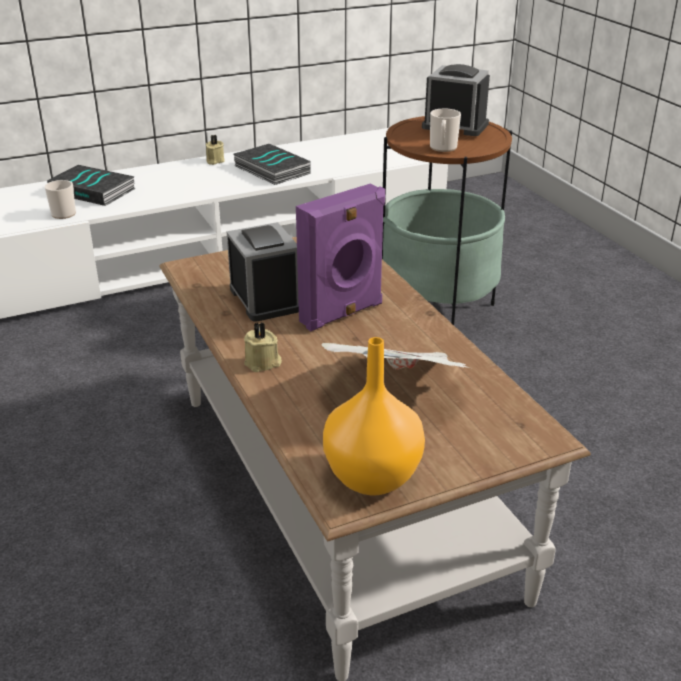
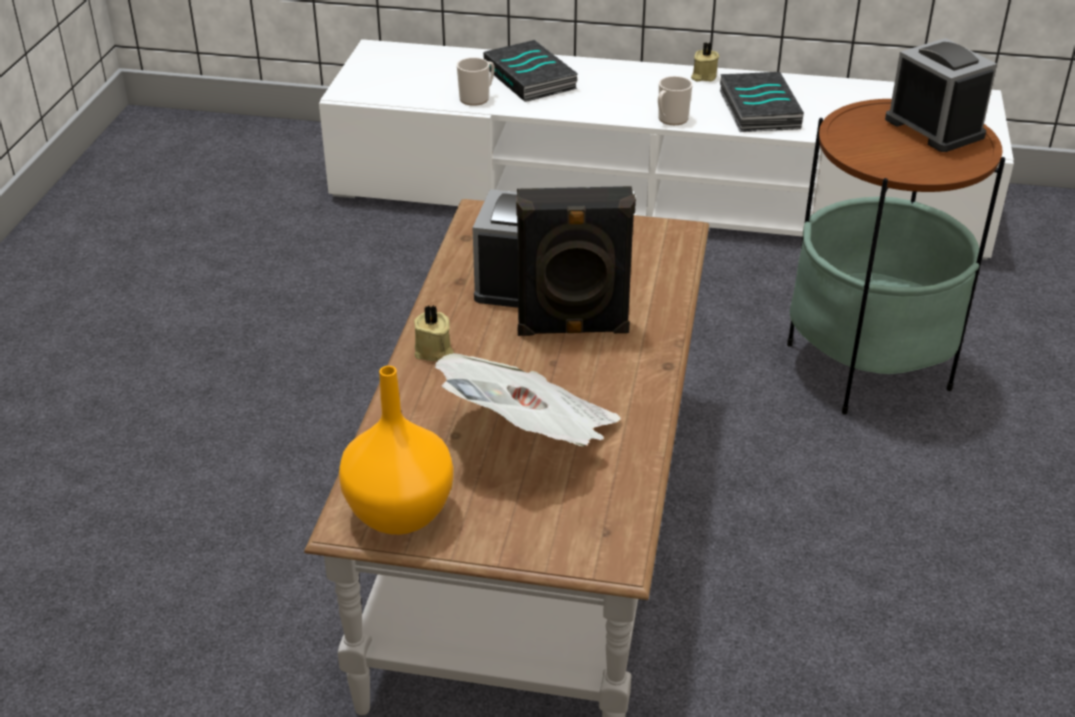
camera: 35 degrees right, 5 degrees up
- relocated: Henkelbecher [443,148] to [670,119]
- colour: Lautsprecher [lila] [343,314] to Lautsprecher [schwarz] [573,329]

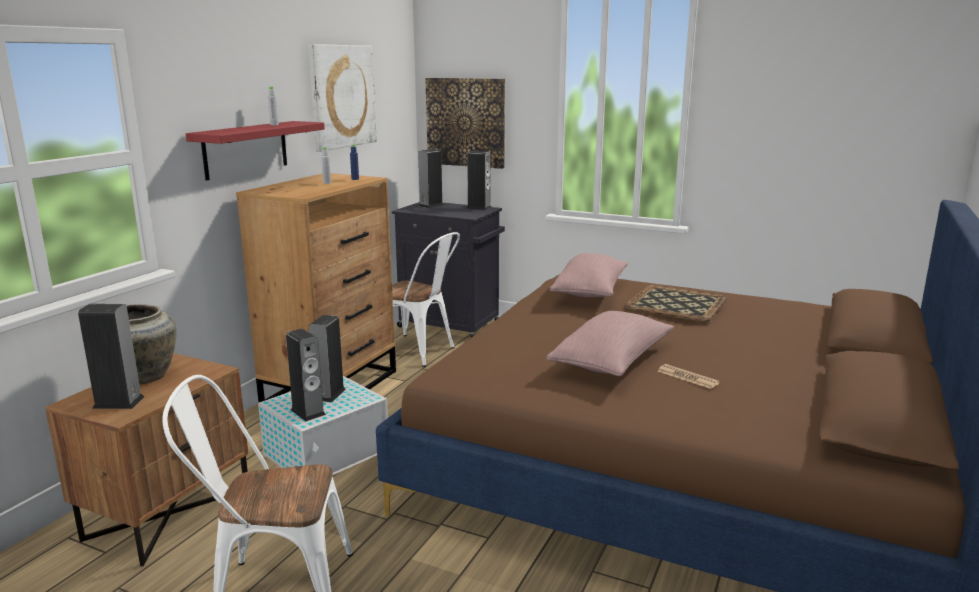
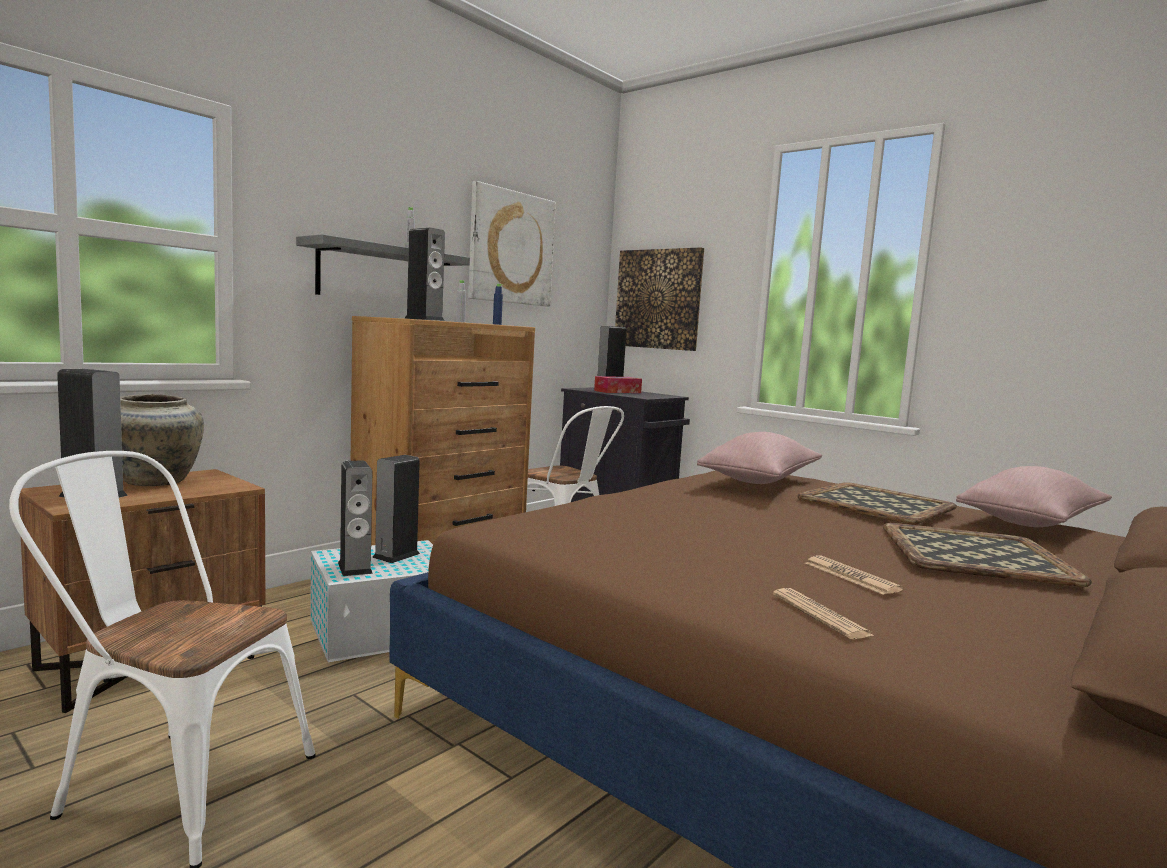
camera: 15 degrees right, 10 degrees down
- appeared: Taschentuchbox [617,391]
- appeared: Zeitung [820,615]
- appeared: Tablett [972,554]
- relocated: Lautsprecher [479,207] to [424,319]
- relocated: Kissen [rosa] [612,362] to [1032,523]
- colour: Wandregal [rot] [246,149] to Wandregal [grau] [375,274]

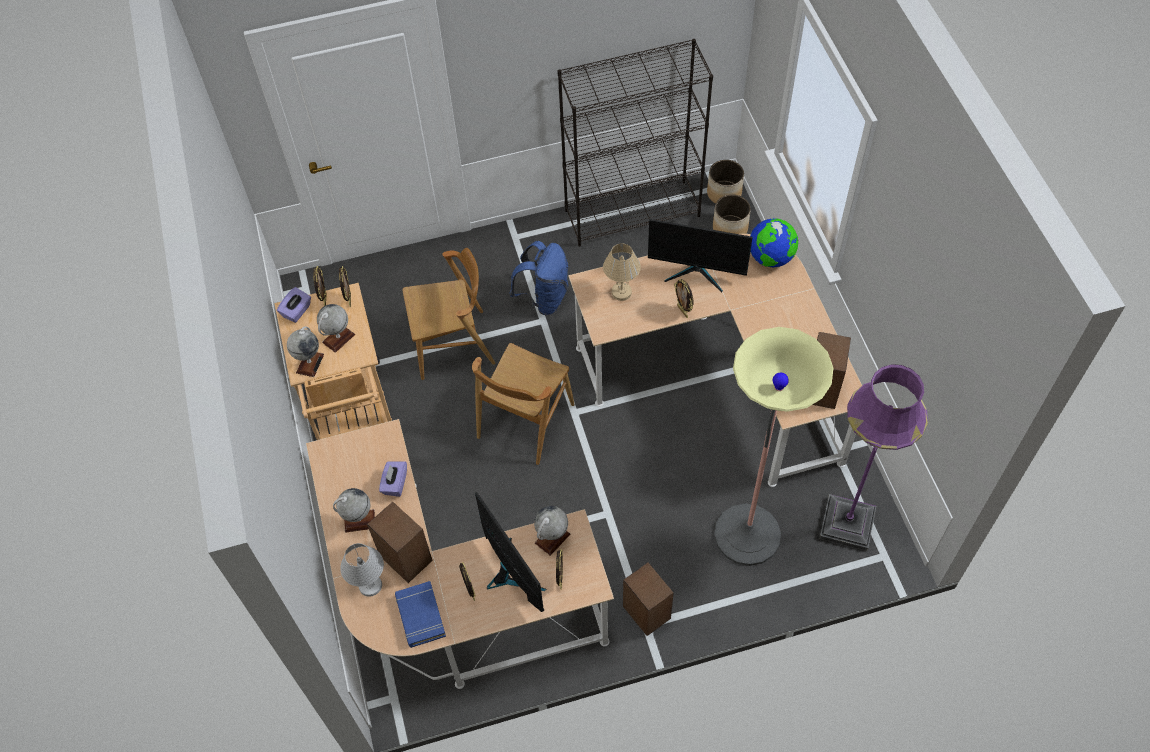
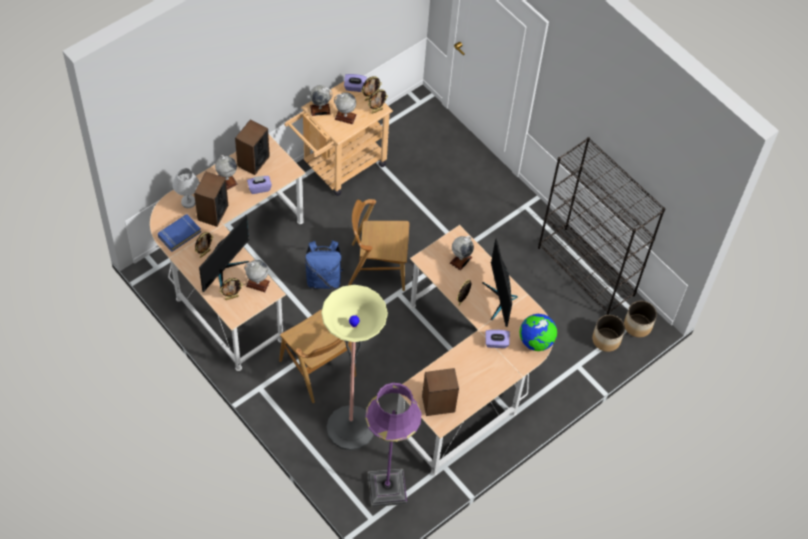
camera: 60 degrees right, 0 degrees up
- appeared: Taschentuchbox [lila] [496,343]
- relocated: Stuhl [braun] [453,345] to [317,368]
- relocated: Rucksack [blau] [544,298] to [323,278]
- relocated: Lautsprecher [646,612] to [253,161]
- exchanged: Tischlampe [beige] [621,292] to Globus [460,260]

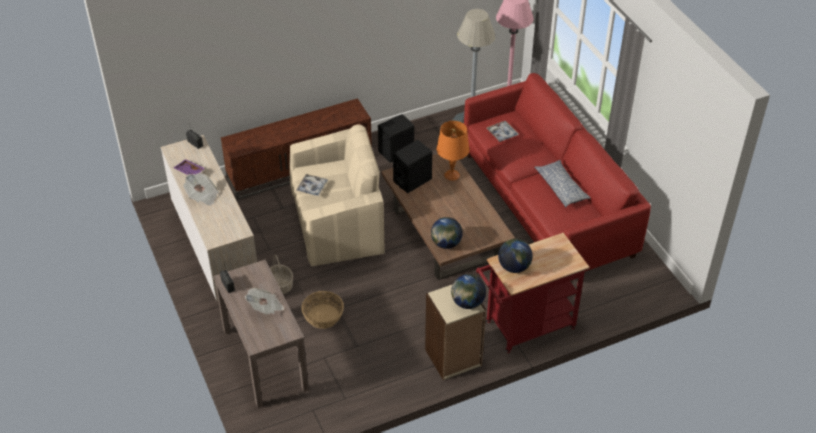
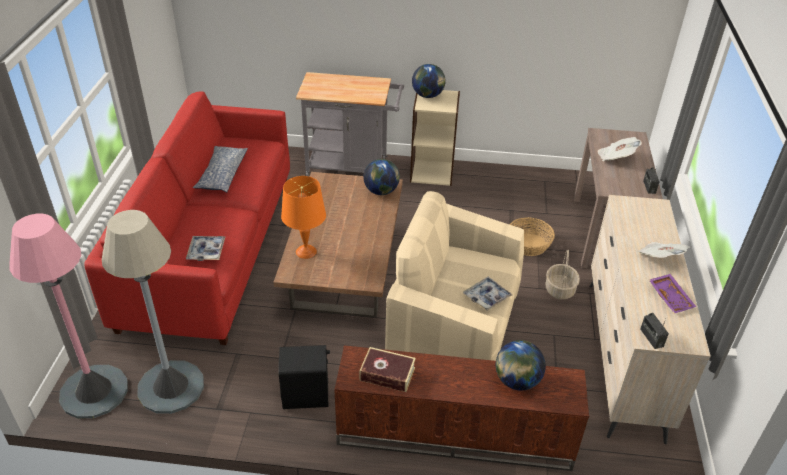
camera: 150 degrees left, 5 degrees down
- missing: Lautsprecher [schwarz] [412,180]
- appeared: Buch [387,374]
- relocated: Globus [514,267] to [517,381]
- colour: Rollwagen [rot] [525,327] to Rollwagen [grau] [352,167]

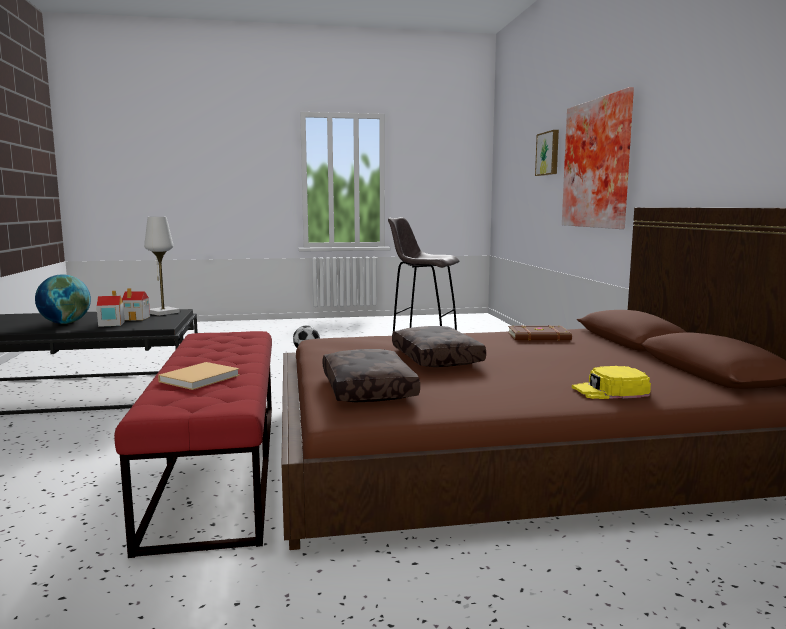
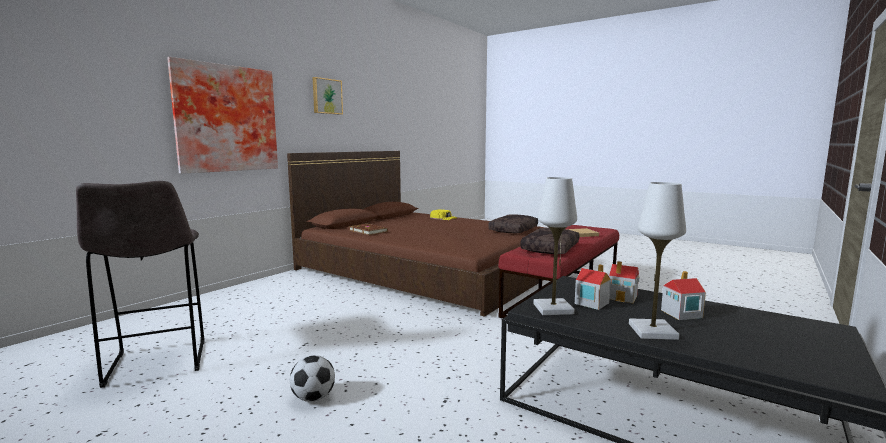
camera: 135 degrees left, 0 degrees up
- appeared: Tischlampe [weiß] [652,331]
- relocated: Kissen [braun] [438,358] to [549,248]
- relocated: Bild [548,153] to [326,96]
- exchanged: Globus [65,323] to Spielzeughaus [681,314]

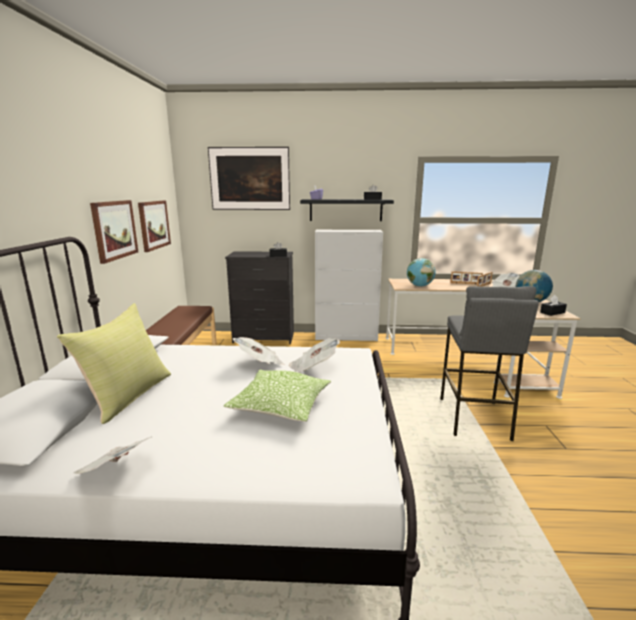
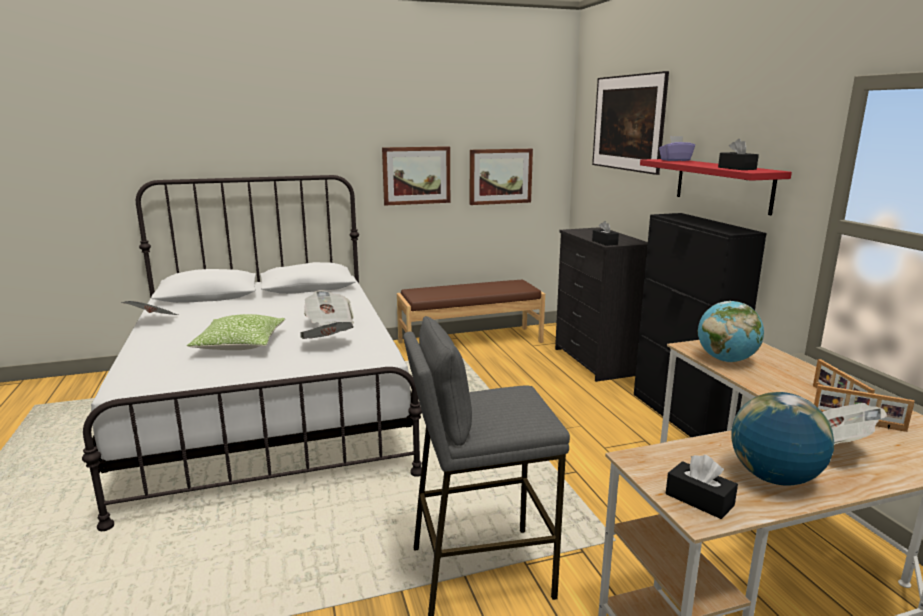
camera: 70 degrees right, 0 degrees up
- missing: Kissen [gelb] [128,395]
- colour: Wandregal [schwarz] [346,210] to Wandregal [rot] [722,184]
- colour: Schrank [weiß] [346,336] to Schrank [schwarz] [680,416]

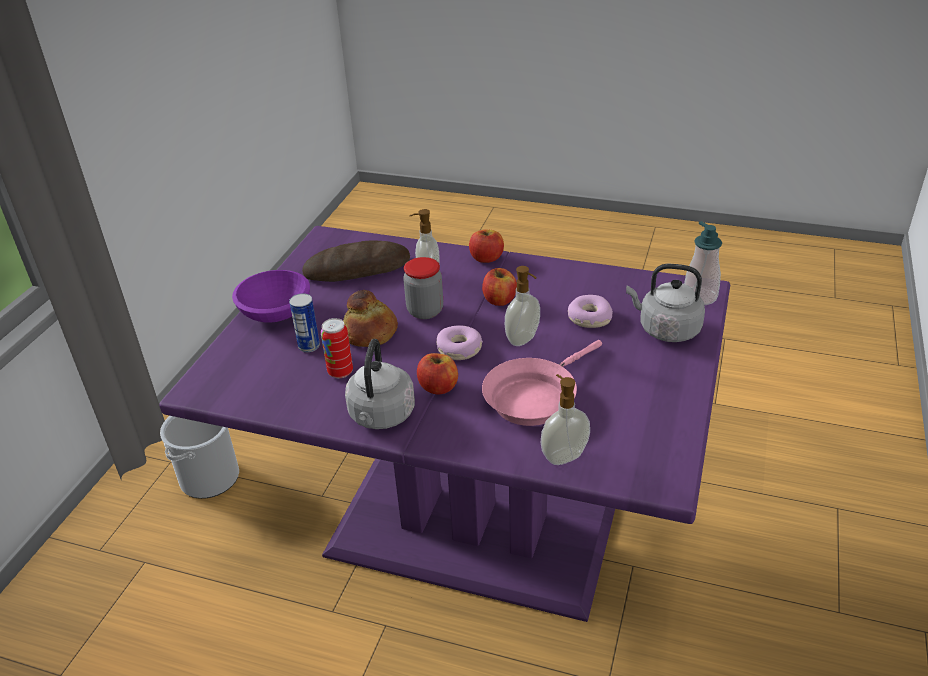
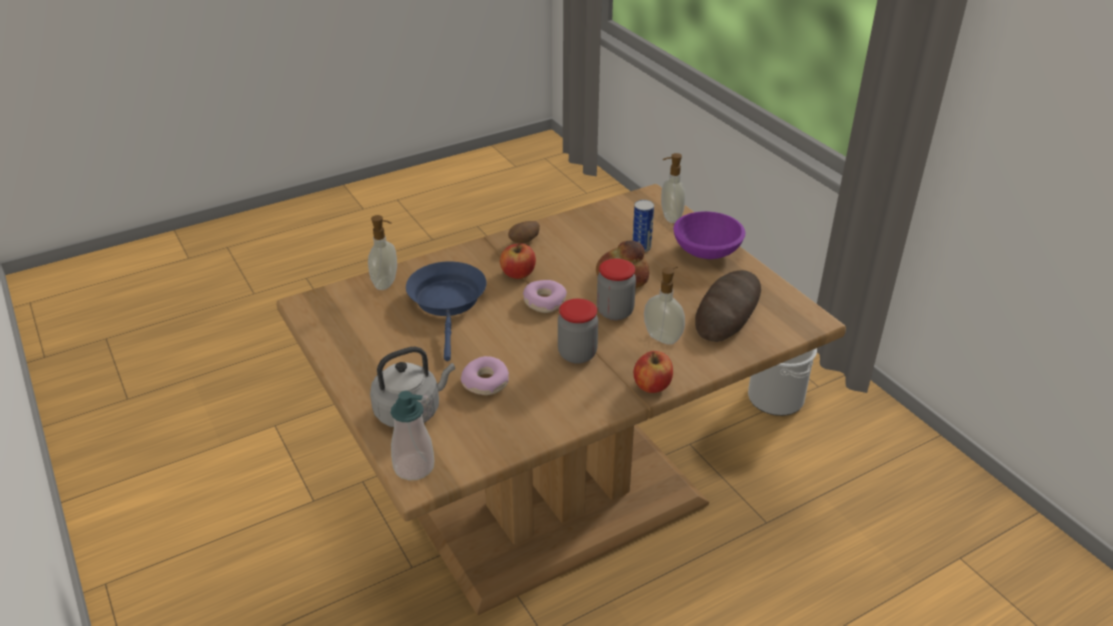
camera: 130 degrees right, 0 degrees up
- missing: Dose [340,372]
- relocated: Seifenspender [523,339] to [670,217]
- exchanged: Wasserkessel [grau] [381,416] to Kartoffel [524,242]
- exchanged: Apfel [499,300] to Vorratsglas [577,354]
- colour: Esstisch [lila] [473,530] to Esstisch [braun] [556,502]
- colour: Pfanne [rosa] [534,397] to Pfanne [blau] [448,303]

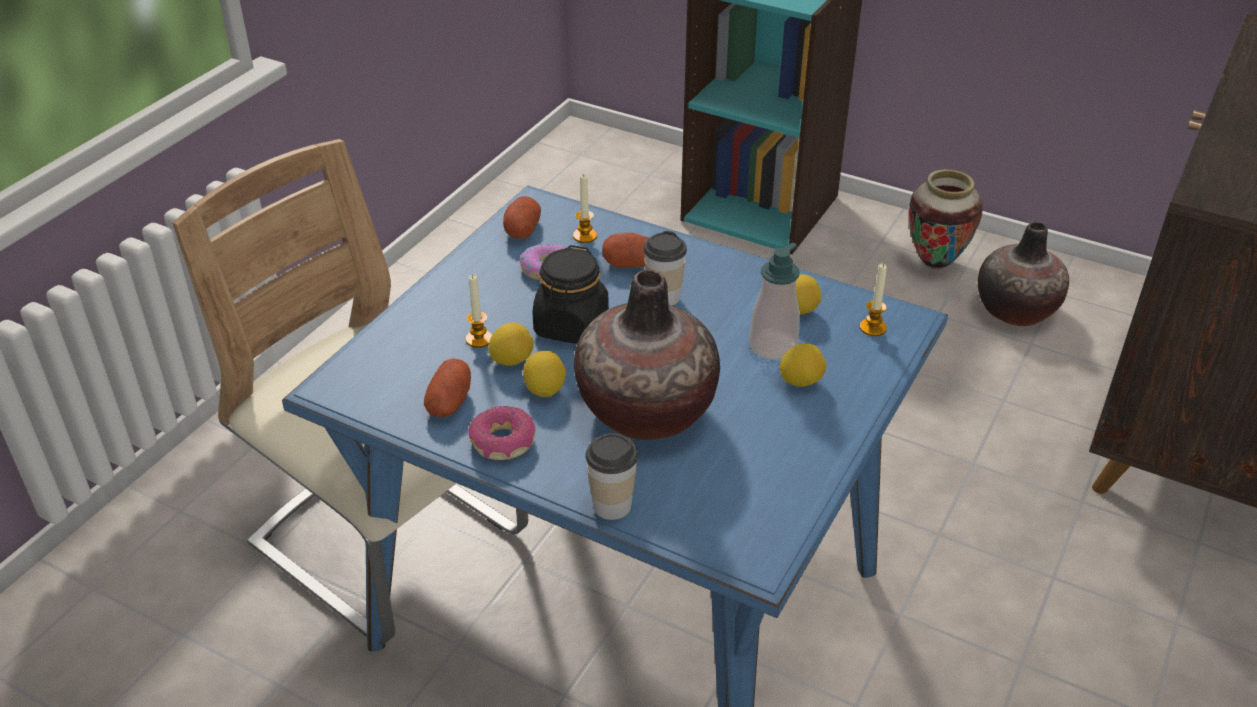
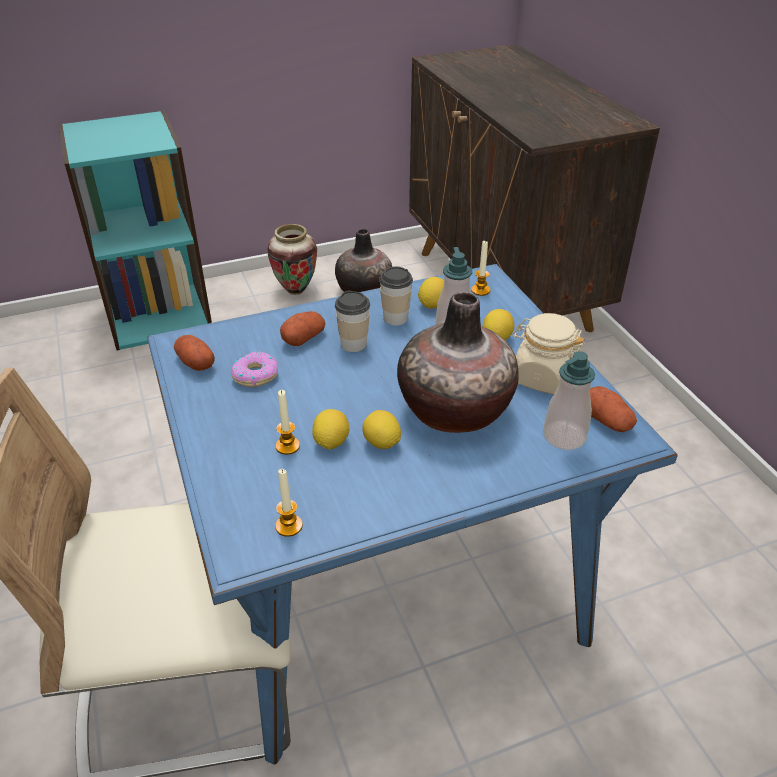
camera: 50 degrees left, 0 degrees up
- missing: Donut [502,442]
- missing: Vorratsglas [schwarz] [571,326]
- appeared: Vorratsglas [beige] [543,377]
- appeared: Seifenspender [564,437]
- relocated: Kartoffel [449,402] to [606,420]
- relocated: Kerze [585,236] to [289,526]
- relocated: Tasse [612,505] to [395,318]

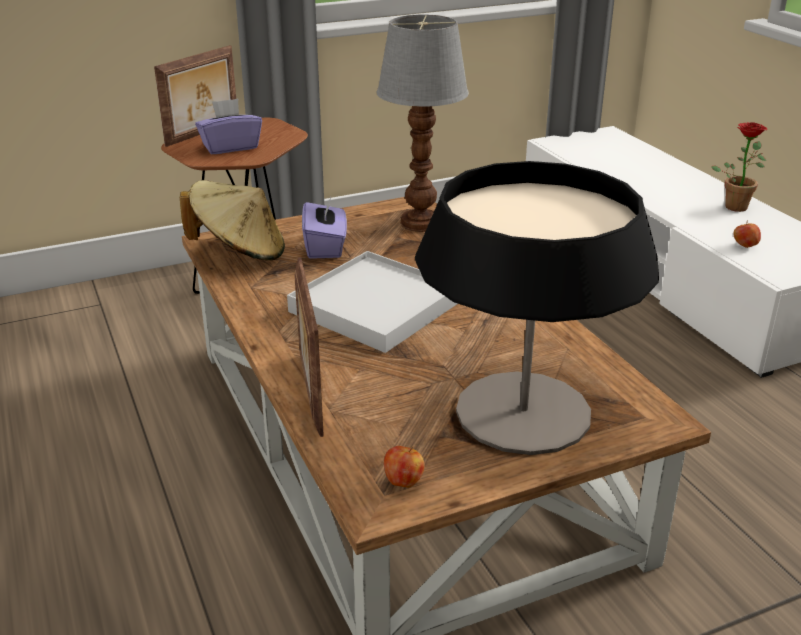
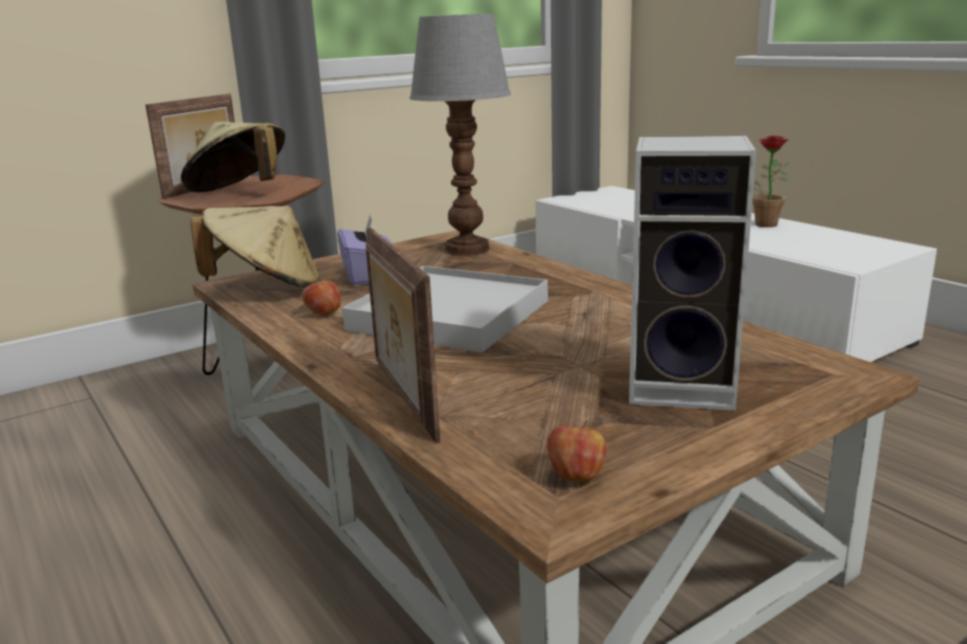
camera: 10 degrees left, 10 degrees down
- relocated: Apfel [744,246] to [324,314]
- exchanged: Taschentuchbox [lila] [230,147] to Hut [beige] [239,193]
- exchanged: Tischlampe [523,412] to Lautsprecher [685,386]

